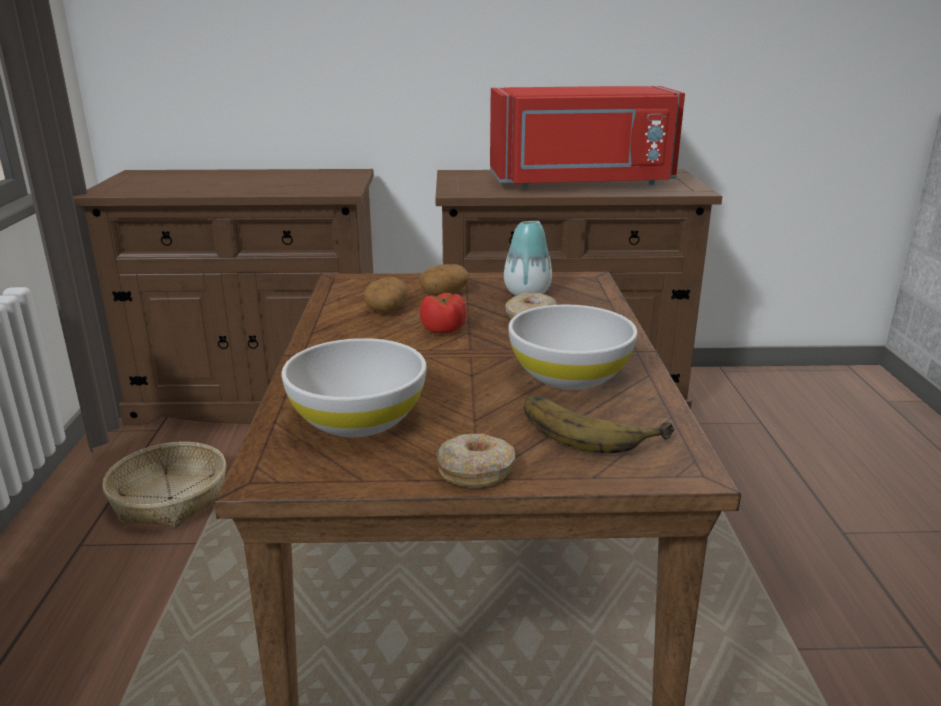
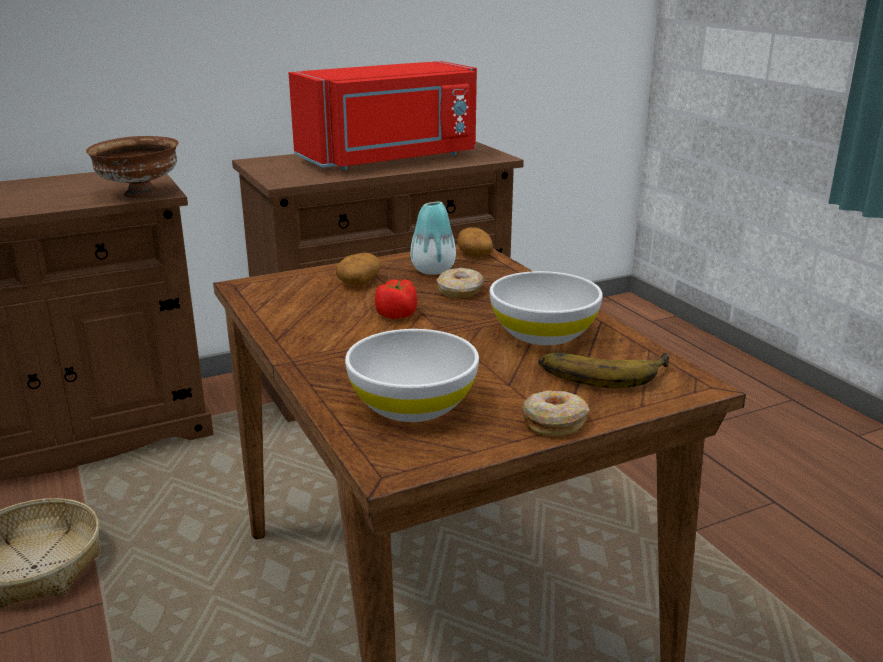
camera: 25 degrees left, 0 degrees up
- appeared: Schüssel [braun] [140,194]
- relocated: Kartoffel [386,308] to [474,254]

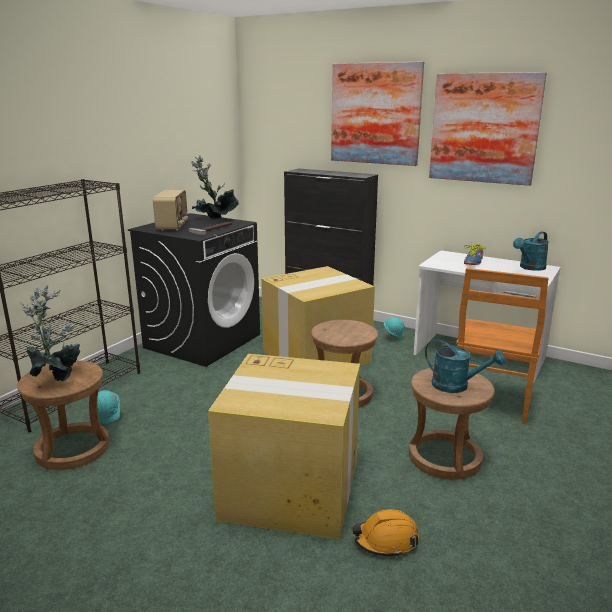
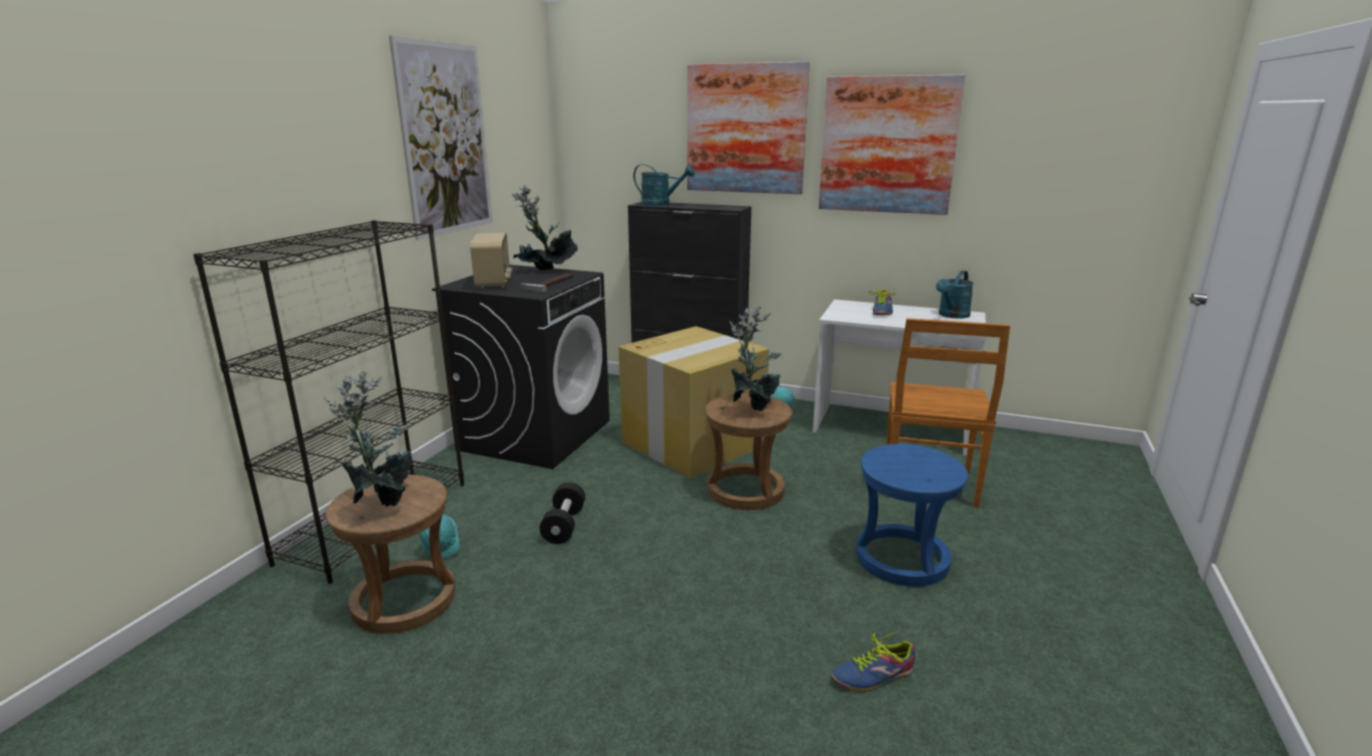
camera: 10 degrees left, 0 degrees up
- missing: Karton [293,489]
- appeared: Bild [445,140]
- appeared: Hantel [schwarz] [564,526]
- appeared: Topfpflanze [752,407]
- relocated: Gießkanne [türkis] [457,386] to [661,204]
- exchanged: Schutzhelm [orange] [386,540] to Schuh [873,675]
- colour: Hocker [braun] [444,457] to Hocker [blau] [901,558]

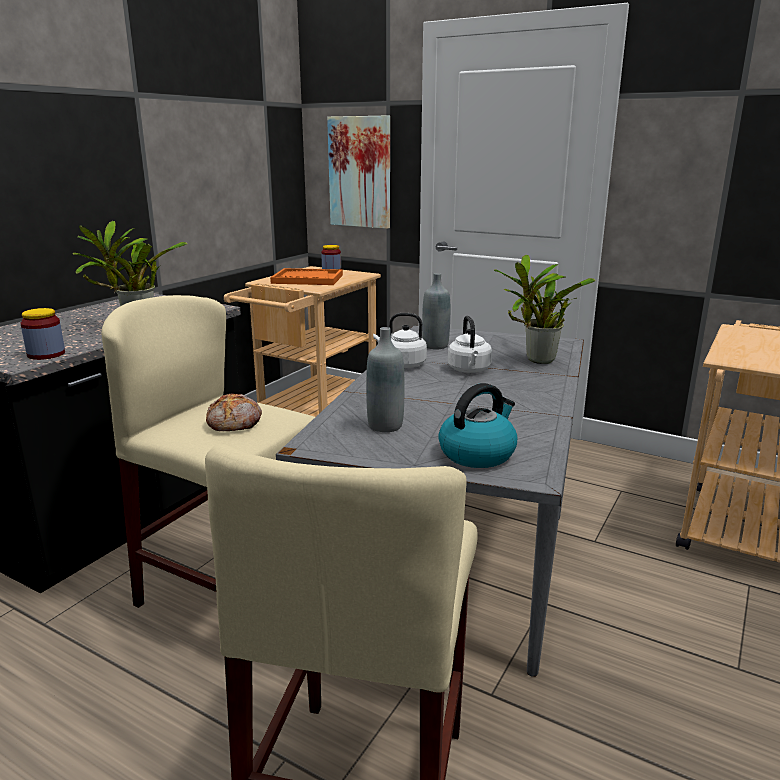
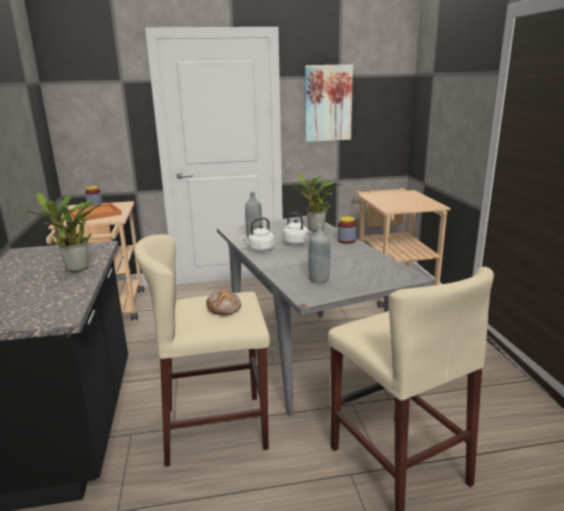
camera: 40 degrees left, 0 degrees up
- missing: Wasserkessel [477,453]
- relocated: Vorratsglas [46,354] to [346,240]
- relocated: Bild [360,172] to [328,103]

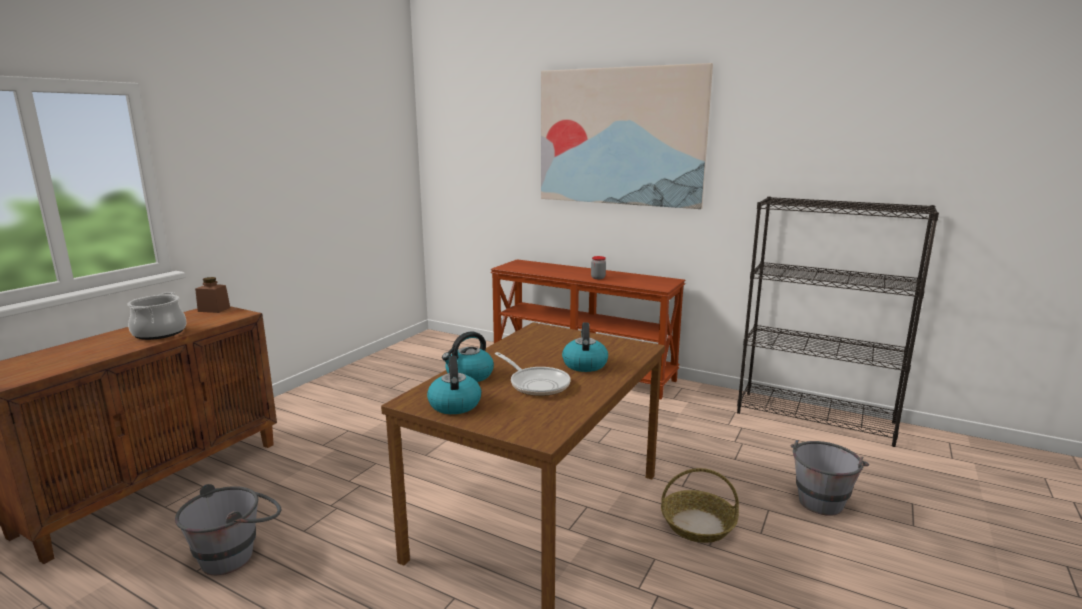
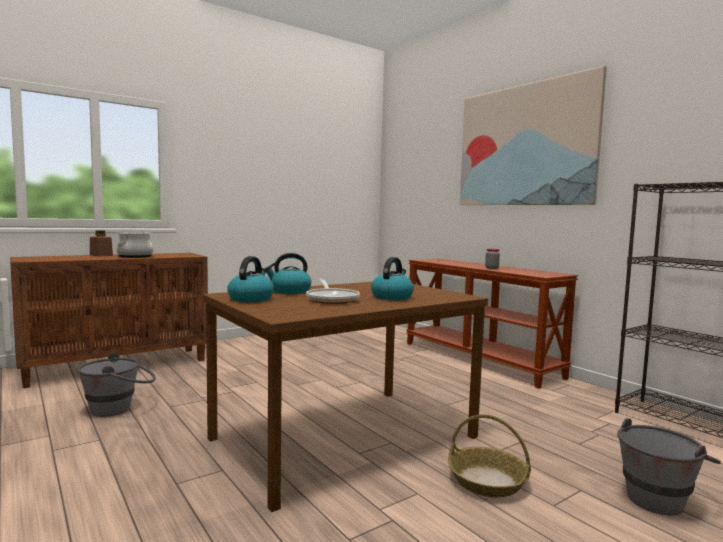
camera: 25 degrees right, 10 degrees down
- relocated: Vorratsglas [braun] [214,309] to [101,255]

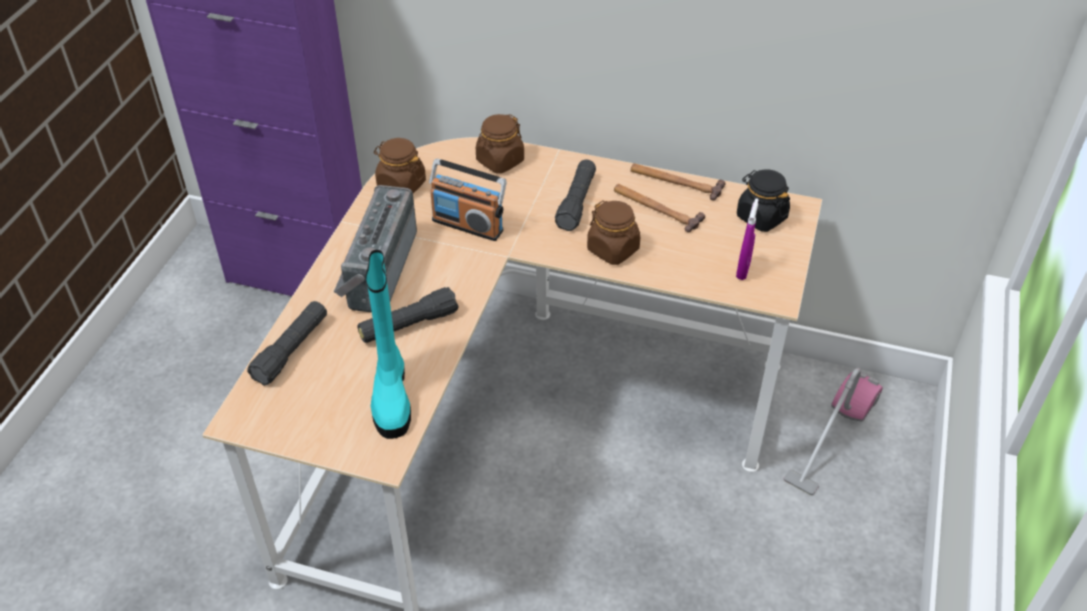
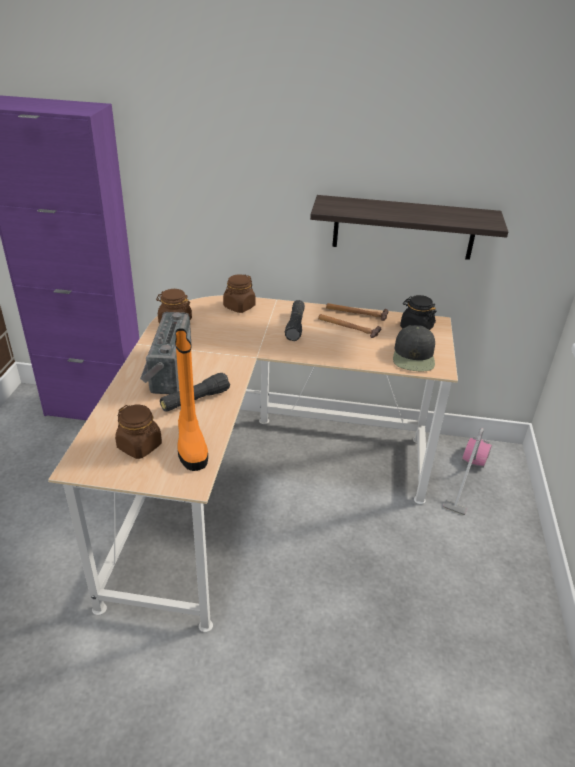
camera: 10 degrees left, 10 degrees down
- missing: Taschenlampe [schwarz] [291,350]
- missing: Radio [468,225]
- appeared: Wandregal [404,228]
- relocated: Vorratsglas [braun] [613,249] to [140,446]
- exchanged: Sprühflasche [lila] [743,270] to Kappe [schwarz] [414,356]
- colour: Stiefel [türkis] [391,396] to Stiefel [orange] [191,443]

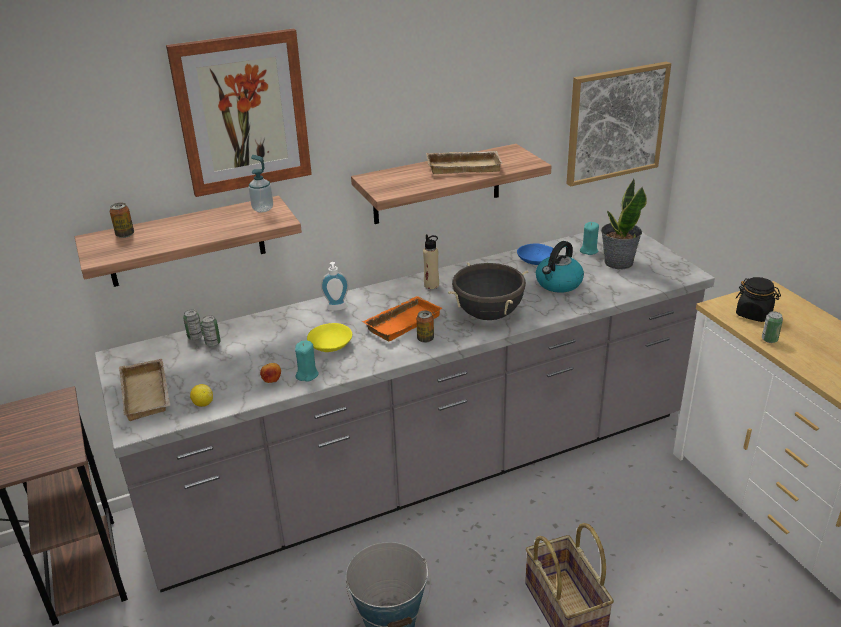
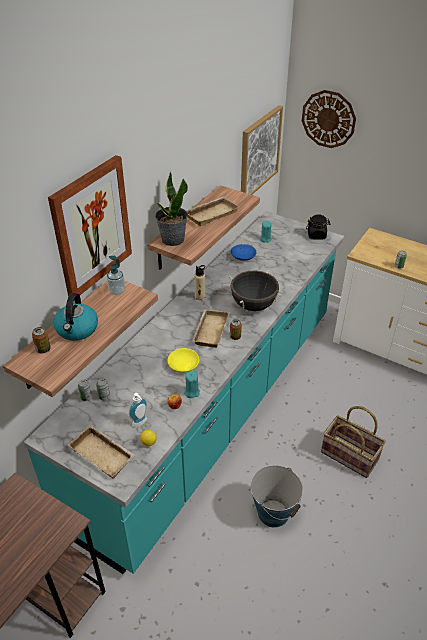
camera: 35 degrees left, 10 degrees up
- appeared: Wanduhr [328,119]
- relocated: Seifenspender [337,309] to [141,423]
- relocated: Wasserkessel [558,284] to [77,329]
- relocated: Topfpflanze [618,262] to [172,239]
- relocated: Vorratsglas [schwarz] [754,314] to [316,235]
- colour: Küchenzeile [grau] [426,468] to Küchenzeile [türkis] [213,411]
- colour: Tablett [orange] [402,322] to Tablett [beige] [209,330]

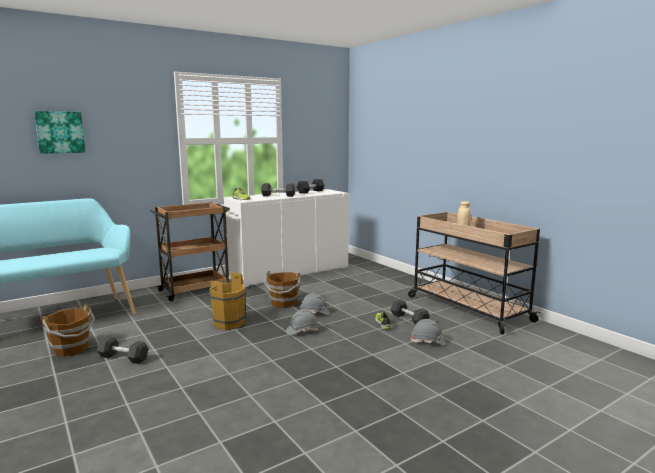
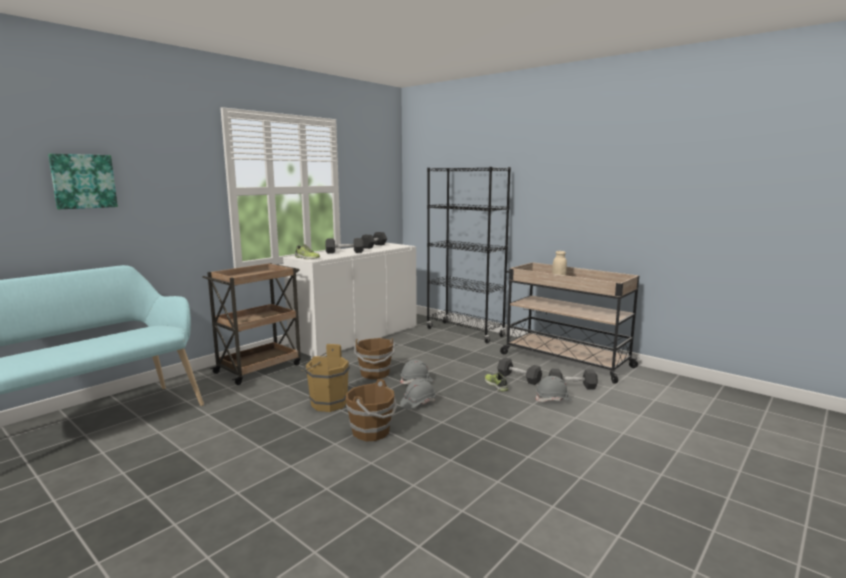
camera: 15 degrees left, 0 degrees up
- appeared: Bücherregal [schwarz] [465,332]
- relocated: Eimer [braun] [71,349] to [372,432]
- relocated: Hantel [grau] [123,358] to [572,387]

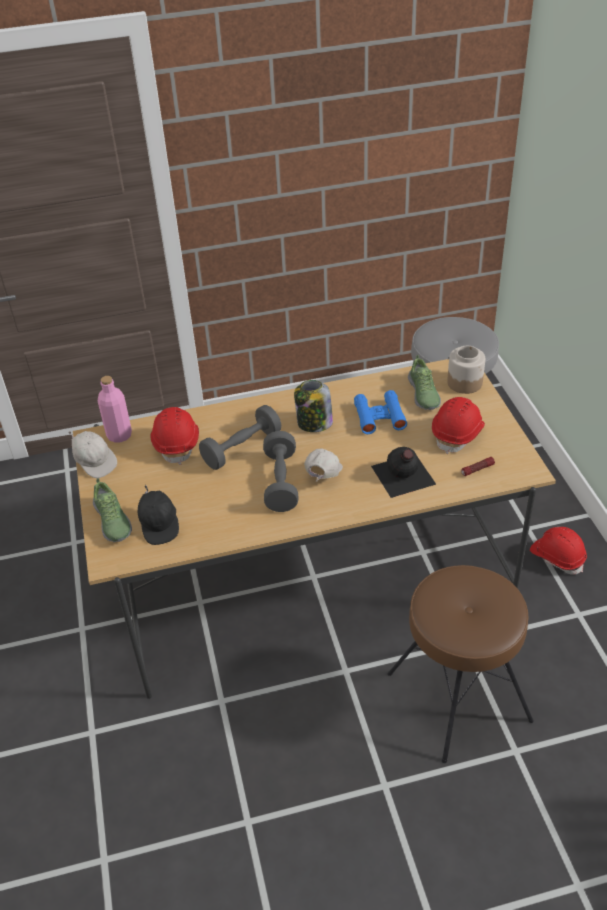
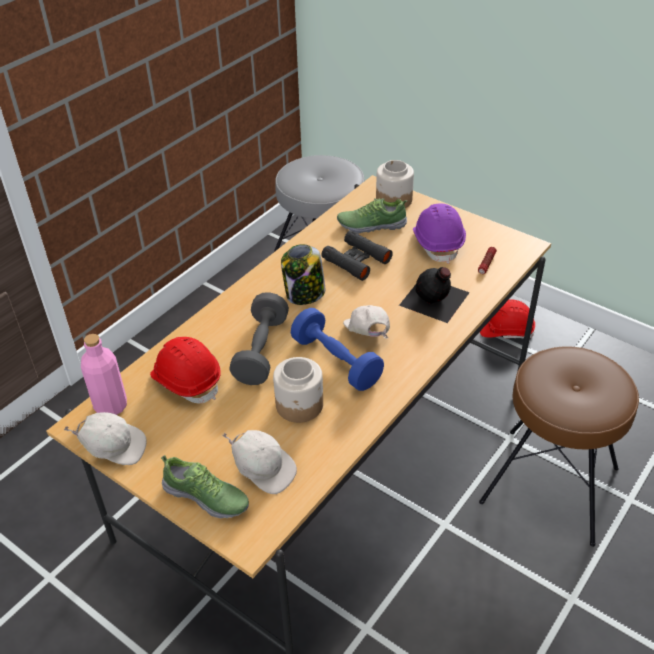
camera: 40 degrees left, 0 degrees up
- appeared: Vorratsglas [300,405]
- colour: Kappe [schwarz] [159,525] to Kappe [weiß] [263,470]
- colour: Hantel [grau] [281,482] to Hantel [blau] [336,362]
- colour: Fernglas [blau] [379,417] to Fernglas [schwarz] [356,260]
- colour: Schutzhelm [rot] [458,434] to Schutzhelm [lila] [437,243]
- spun: Schuh [423,394] = [371,225] 135 degrees clockwise

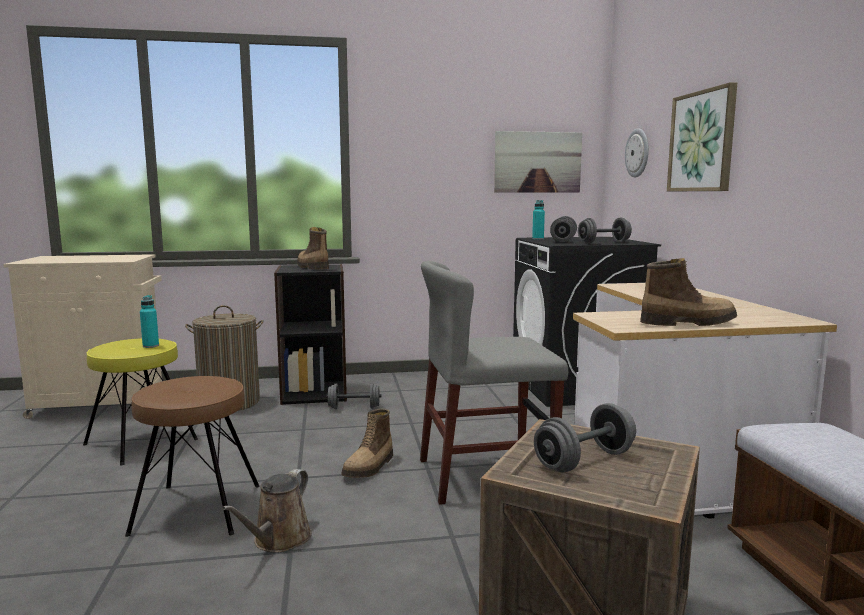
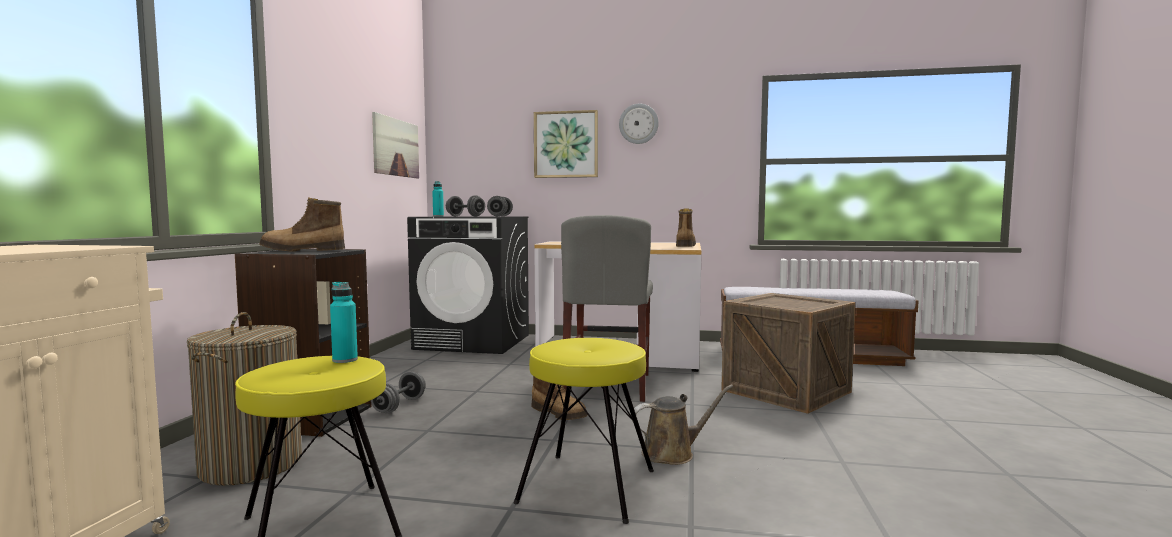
camera: 70 degrees left, 5 degrees down
- missing: Hantel [grau] [584,461]
- relocated: Wanduhr [638,153] to [638,124]
- colour: Hocker [braun] [198,509] to Hocker [gelb] [588,485]
- spun: Gießkanne [braun] [278,540] = [672,453] 60 degrees counterclockwise

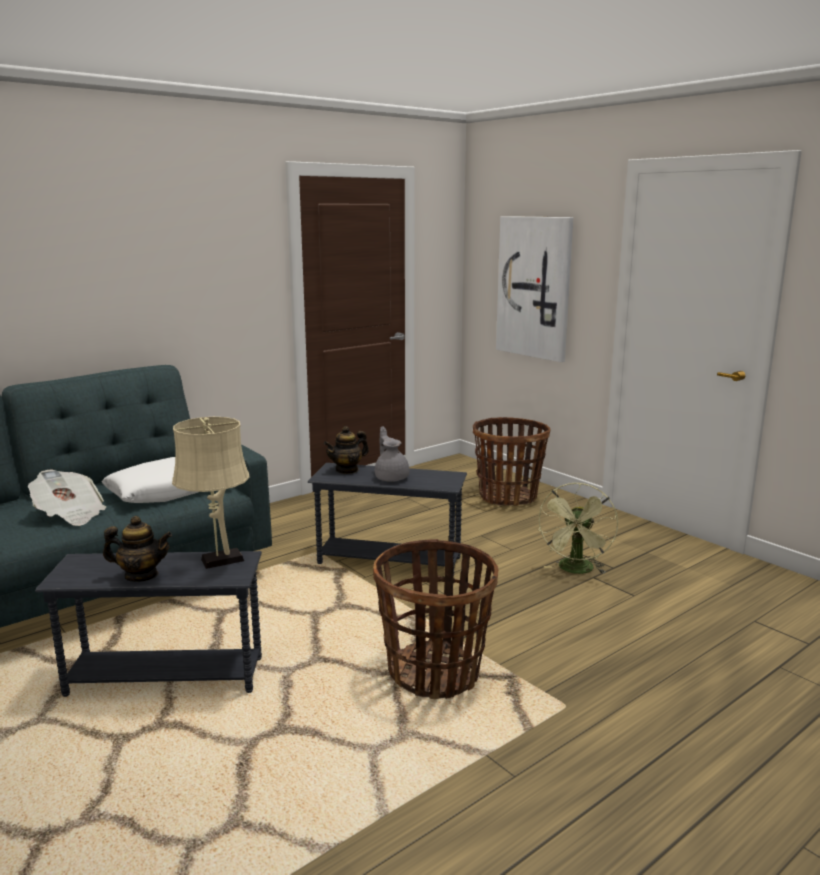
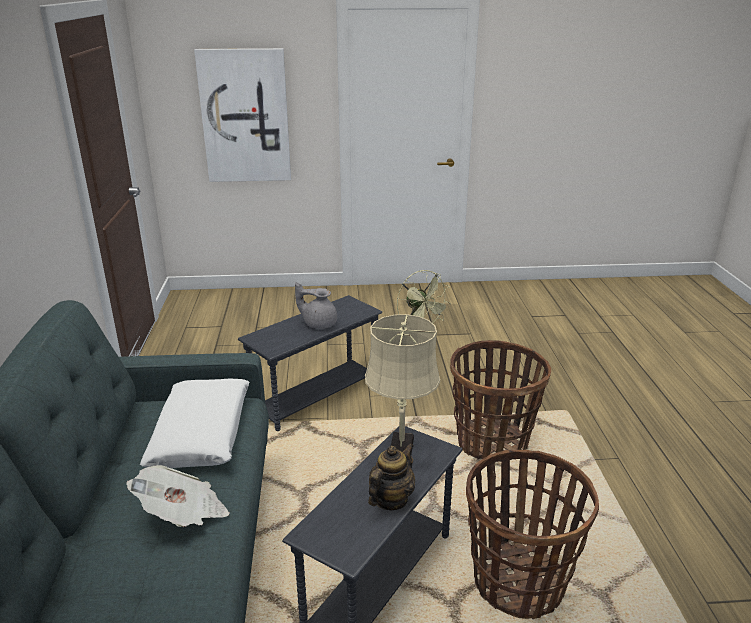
camera: 55 degrees left, 10 degrees up
- missing: Teekanne [347,470]
- relocated: Korb [508,497] to [518,581]

